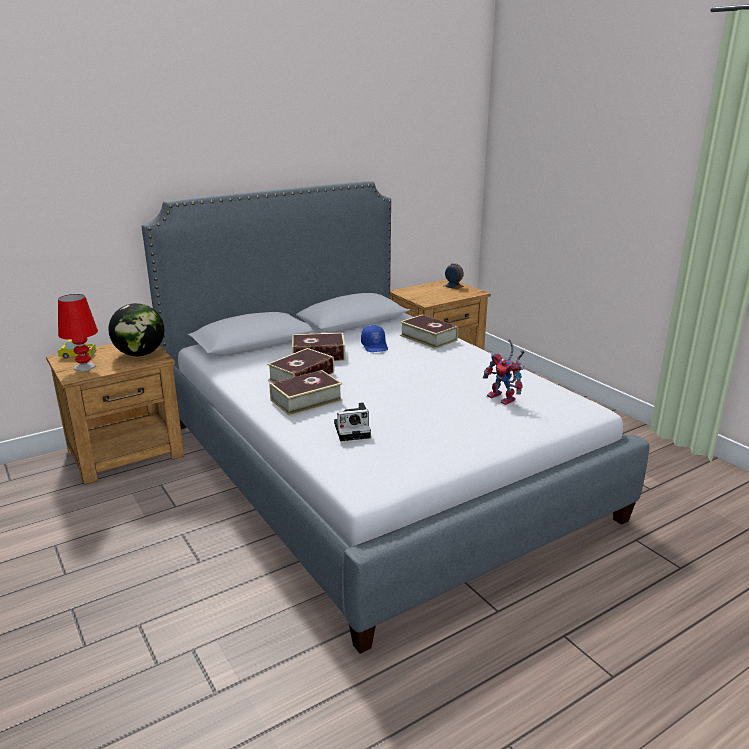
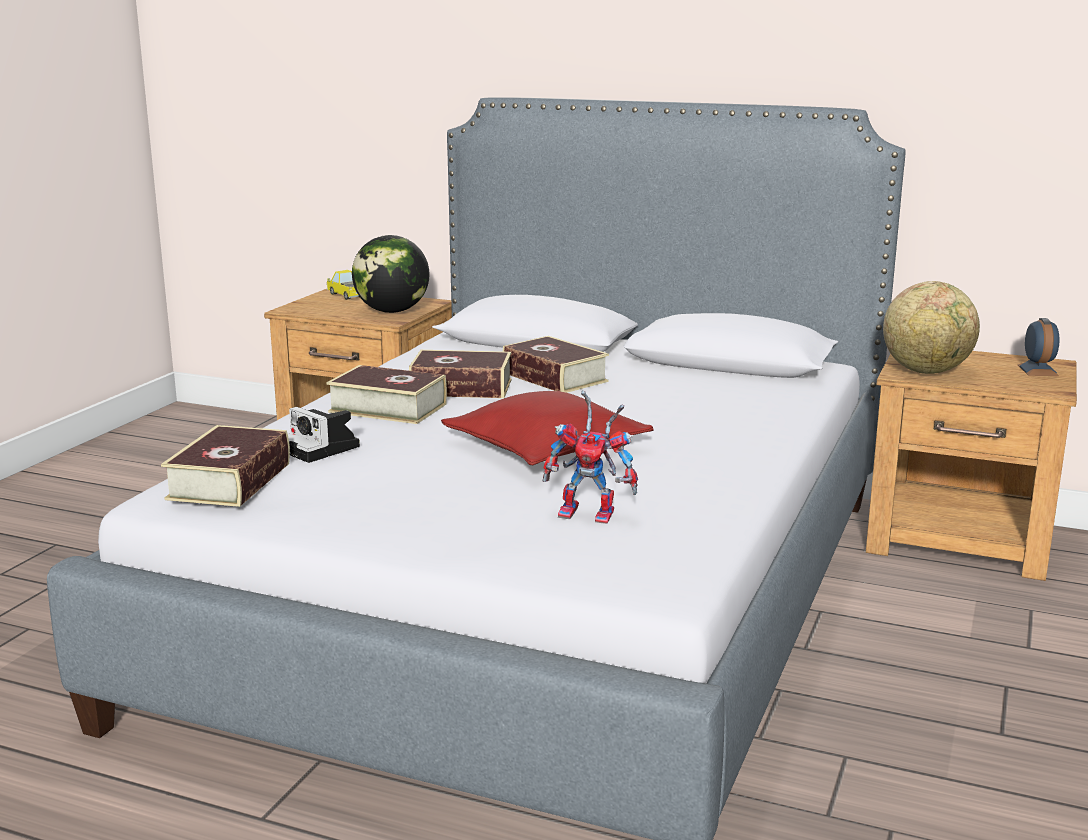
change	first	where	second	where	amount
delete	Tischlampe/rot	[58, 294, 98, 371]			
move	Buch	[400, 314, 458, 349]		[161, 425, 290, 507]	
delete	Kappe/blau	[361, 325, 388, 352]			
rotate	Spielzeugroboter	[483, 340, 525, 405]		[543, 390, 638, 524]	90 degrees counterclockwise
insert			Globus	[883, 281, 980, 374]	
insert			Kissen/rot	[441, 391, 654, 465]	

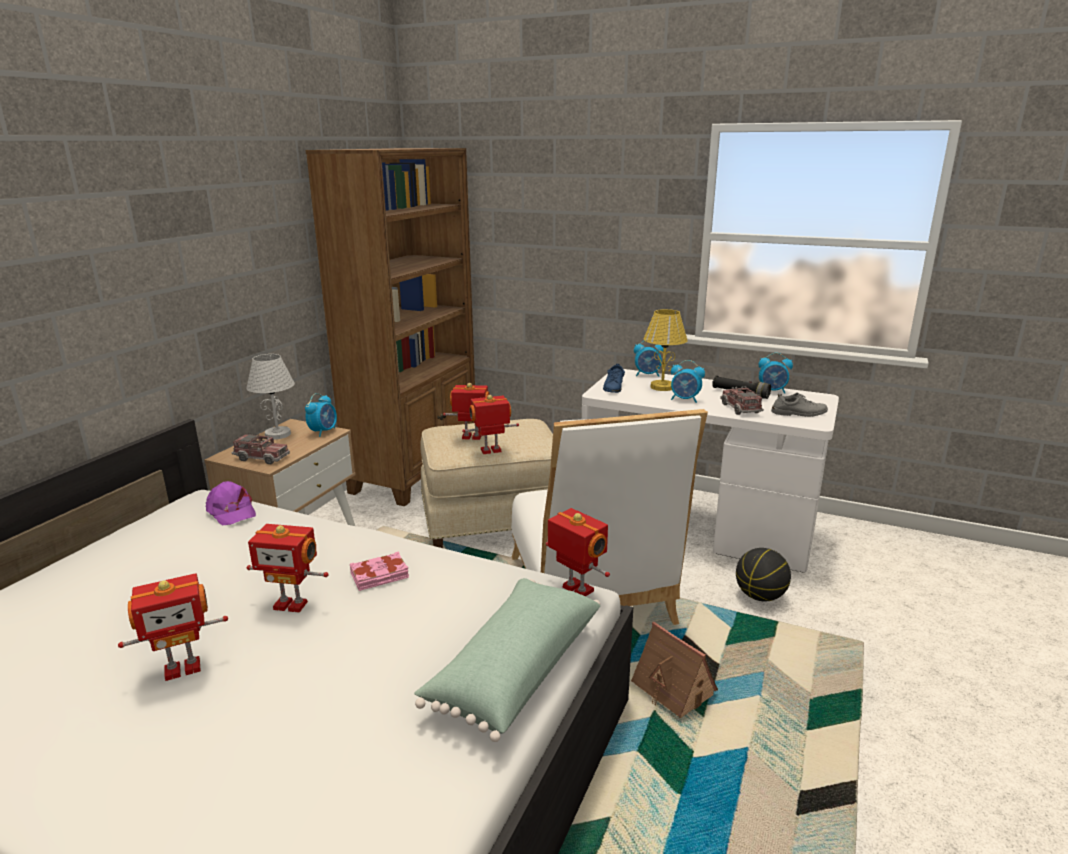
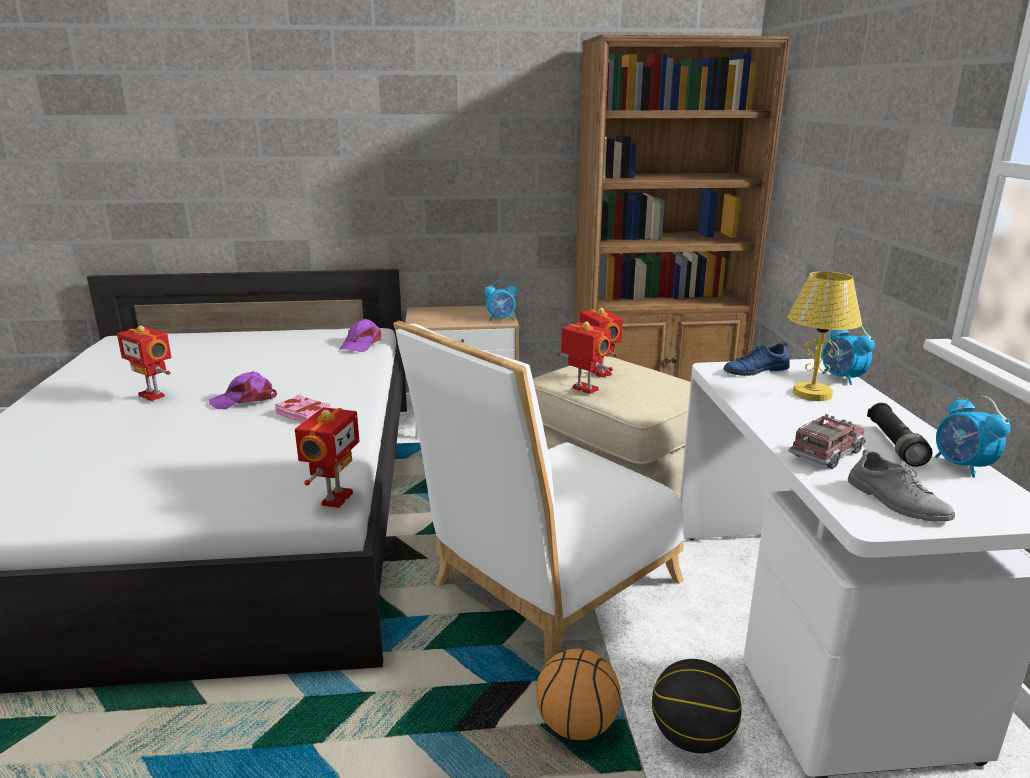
change	first	where	second	where	amount
delete	Tischlampe/weiß	[246, 354, 295, 440]			
delete	Wecker	[671, 360, 705, 403]			
delete	Spielzeuglaster	[232, 433, 290, 464]			
replace	Spielzeugroboter	[246, 524, 329, 613]	Kappe/lila	[209, 371, 277, 409]	
delete	Kissen/grün	[414, 578, 601, 742]			
delete	Spielzeughaus	[631, 622, 718, 718]			
insert			Basketball	[536, 649, 621, 740]	

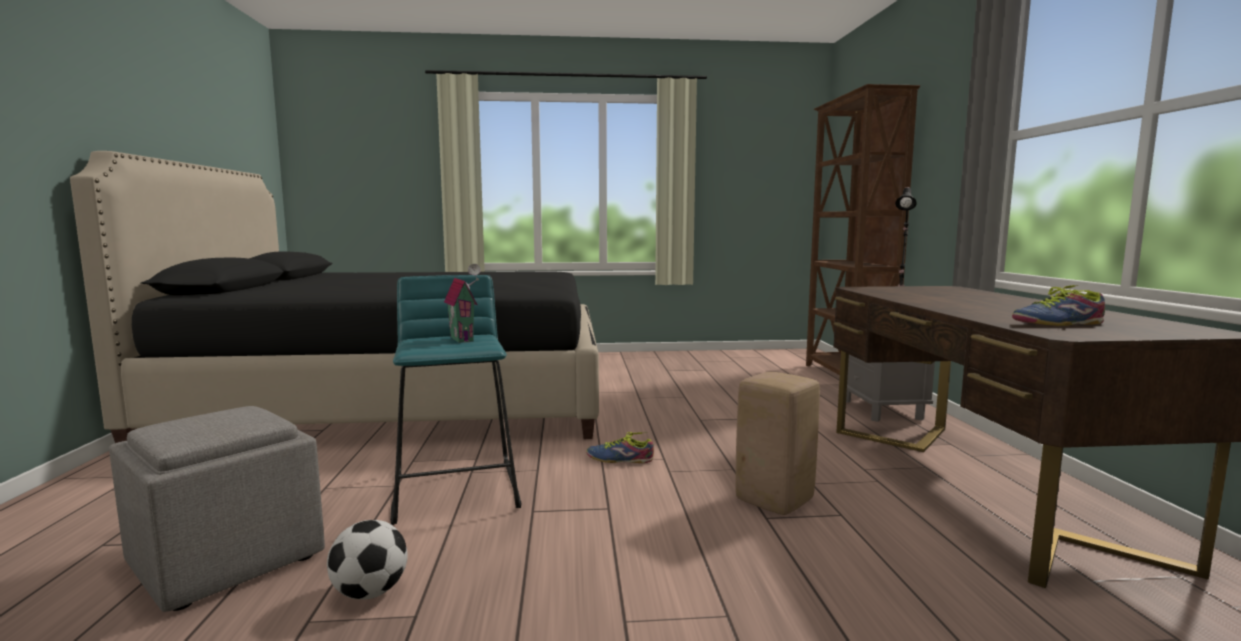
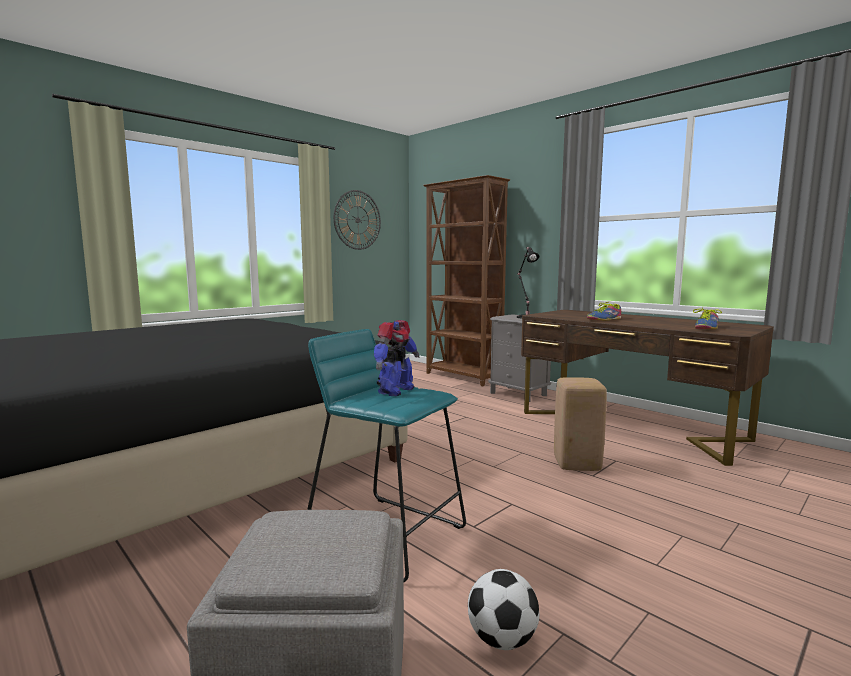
change	first	where	second	where	amount
replace	Spielzeughaus	[444, 264, 481, 343]	Spielzeugroboter	[374, 320, 420, 396]	
move	Schuh	[586, 432, 654, 463]		[587, 302, 622, 321]	
insert			Wanduhr	[334, 190, 381, 250]	

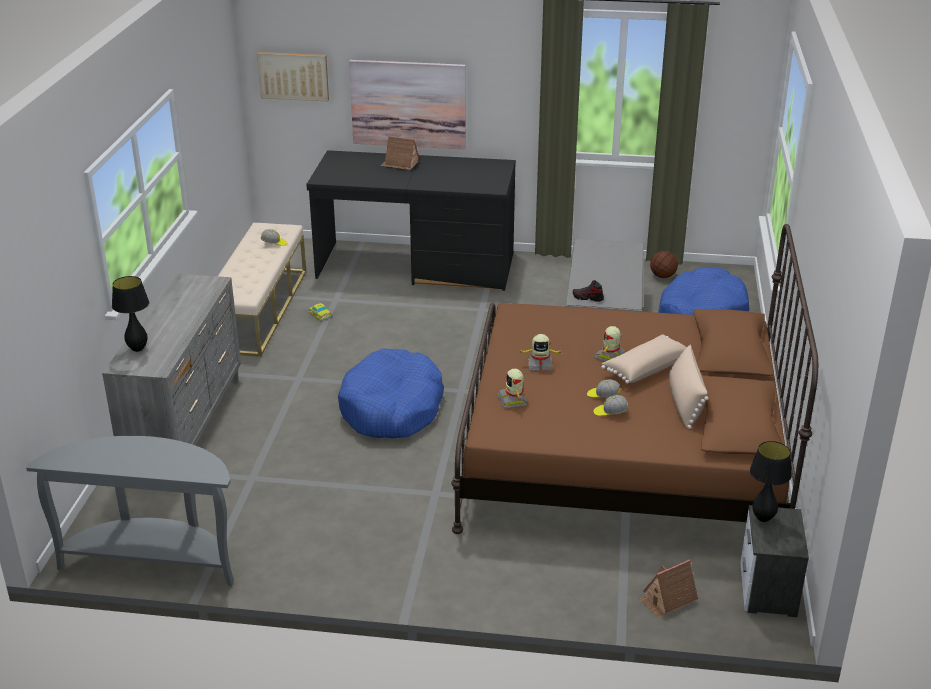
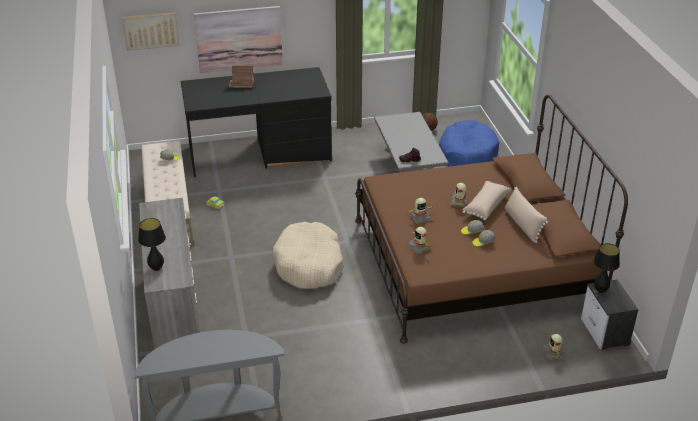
change	first	where	second	where	amount
recolor	Hundebett/blau	[338, 349, 444, 439]	Hundebett/beige	[272, 222, 344, 289]	
replace	Spielzeughaus	[638, 559, 698, 618]	Spielzeugroboter	[542, 333, 564, 360]	

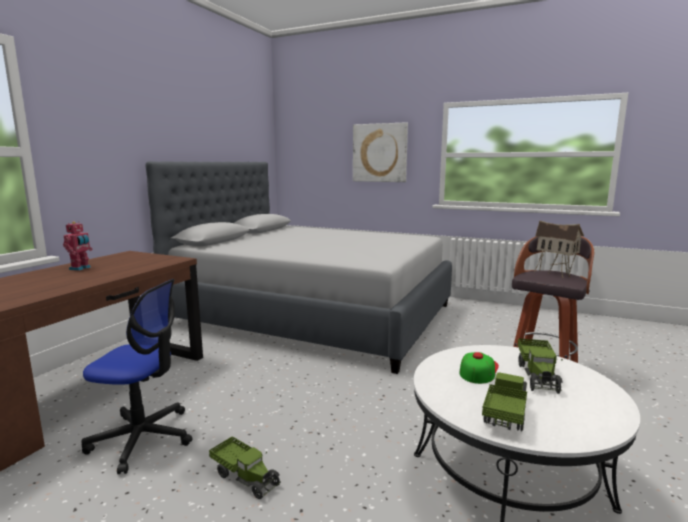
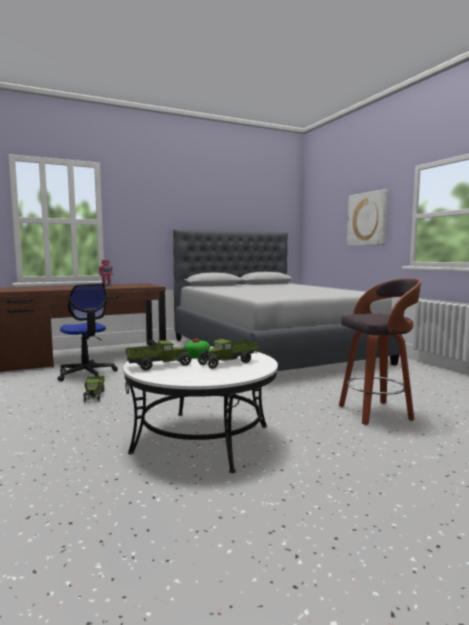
change	first	where	second	where	amount
delete	Spielzeughaus	[534, 220, 584, 278]			

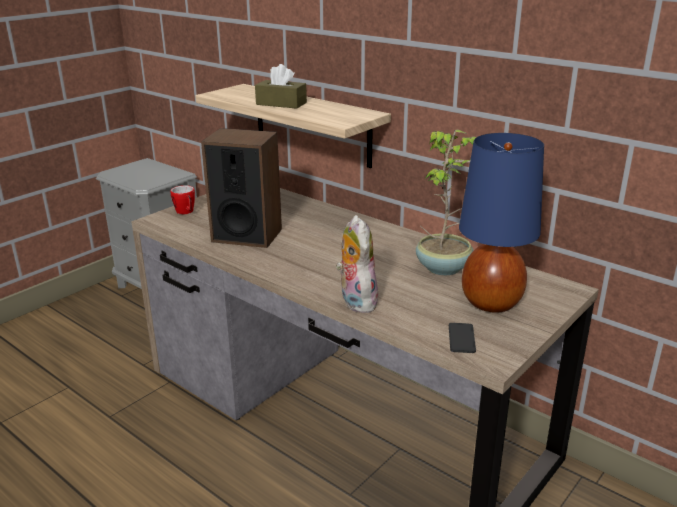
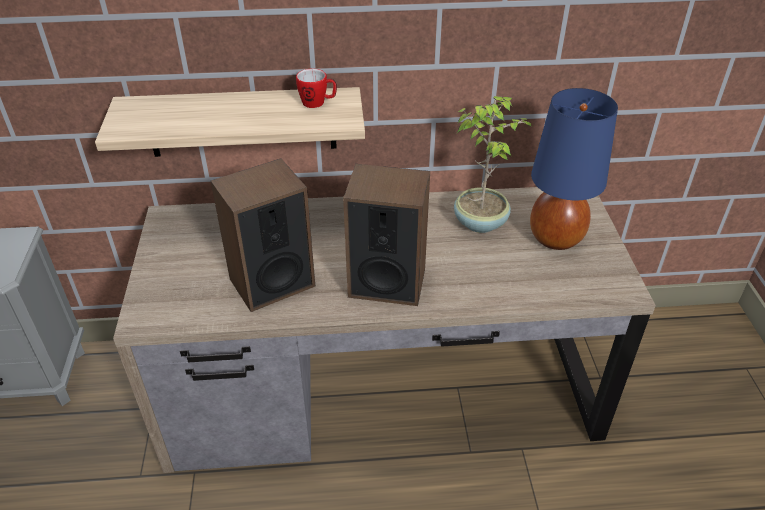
change	first	where	second	where	amount
delete	Taschentuchbox/braun	[255, 64, 307, 109]			
move	Henkelbecher	[170, 185, 195, 214]		[296, 69, 337, 108]	
delete	Plüschtier	[336, 215, 378, 313]			
delete	Handy	[449, 323, 476, 353]			
insert			Lautsprecher	[343, 164, 430, 306]	

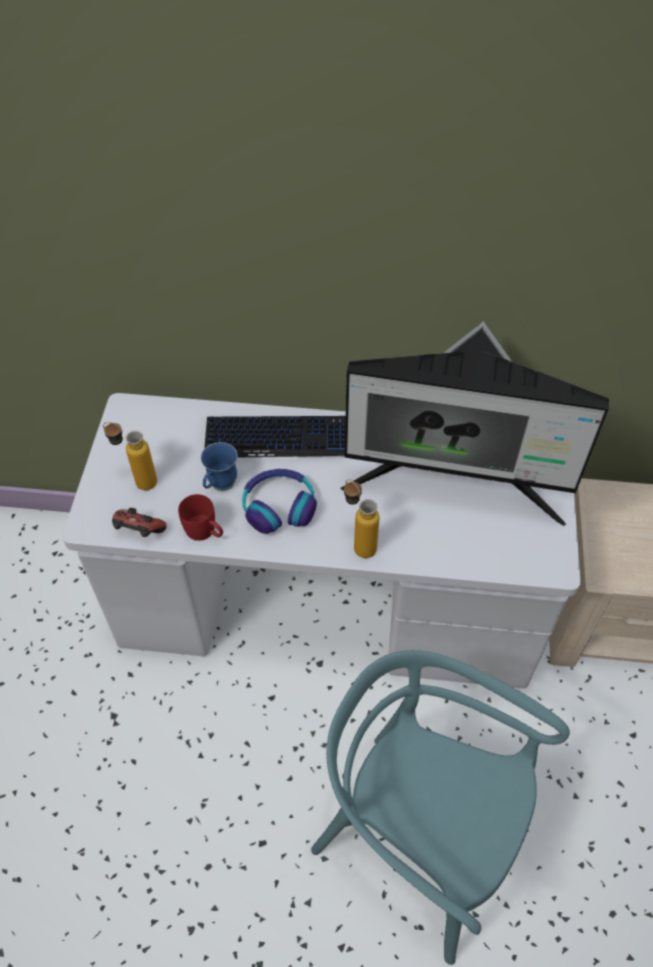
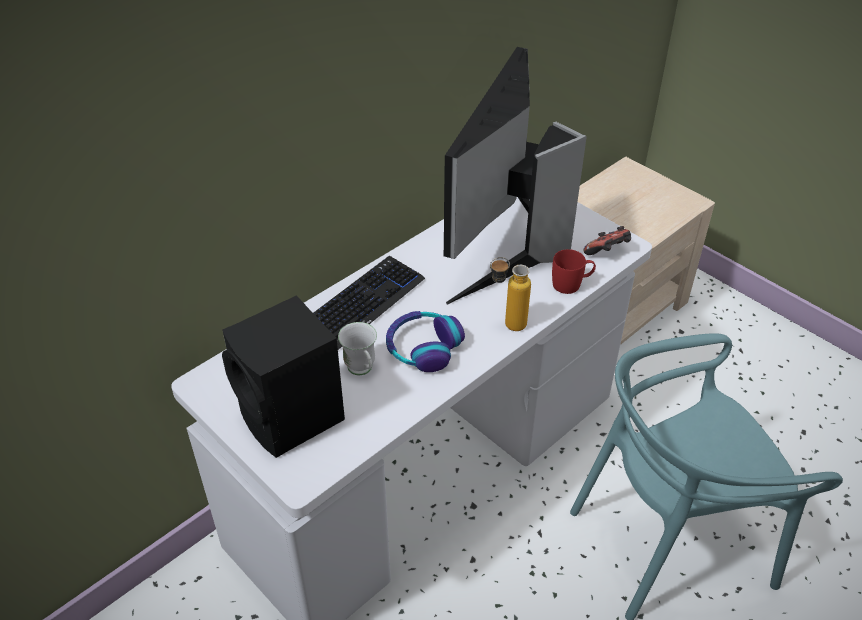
change	first	where	second	where	amount
rotate	Monitor	[340, 321, 609, 526]		[444, 47, 587, 305]	150 degrees clockwise
replace	Flasche	[103, 422, 157, 490]	Lautsprecher/schwarz	[222, 295, 345, 458]	
recolor	Henkelbecher/blau	[201, 442, 238, 491]	Henkelbecher/weiß	[338, 322, 377, 375]	
move	Henkelbecher/rot	[178, 494, 223, 541]		[552, 249, 596, 294]	
move	Gamepad	[112, 508, 167, 537]		[584, 226, 631, 255]	

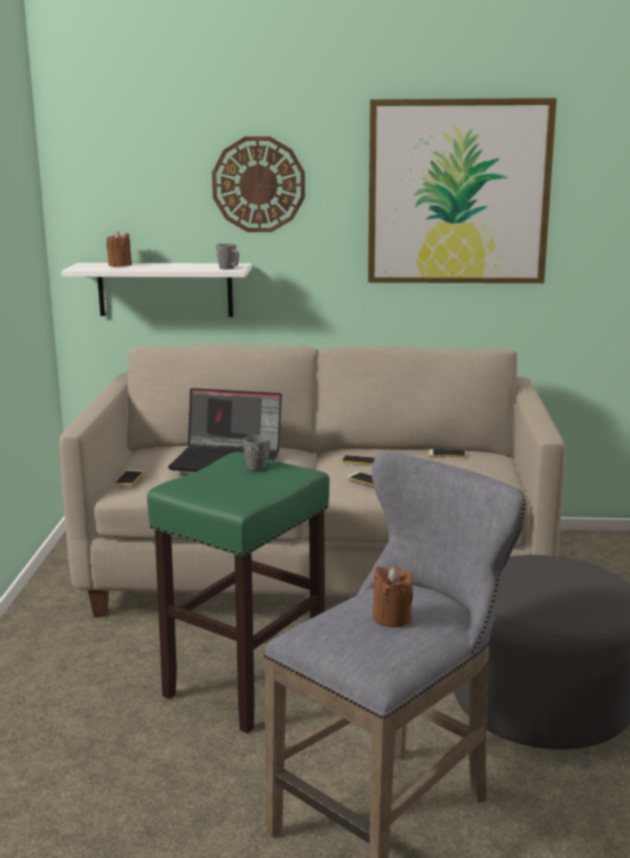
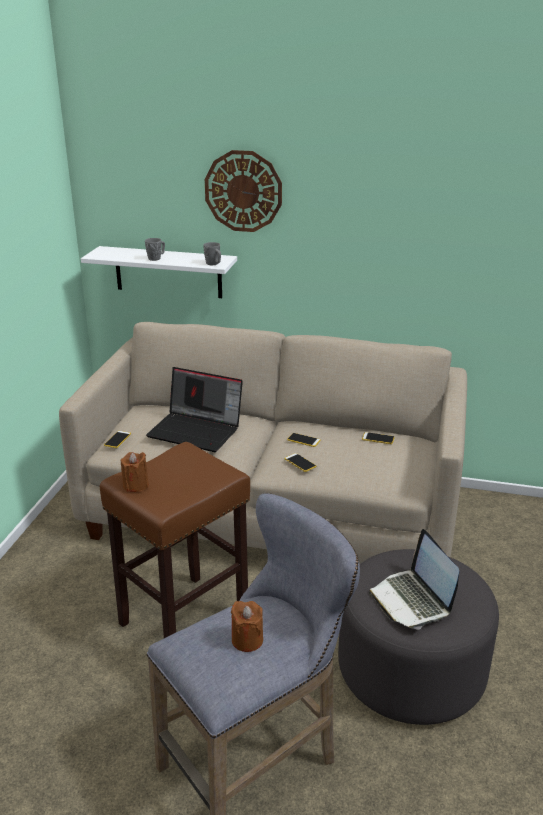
change	first	where	second	where	amount
delete	Bild	[368, 98, 557, 283]			
move	Kerze/braun	[106, 231, 132, 267]		[121, 452, 149, 492]	
move	Henkelbecher/grau	[243, 435, 270, 470]		[145, 238, 165, 261]	
recolor	Hocker/grün	[147, 452, 330, 733]	Hocker/braun	[100, 442, 250, 638]	
insert			Laptop	[369, 529, 459, 630]	

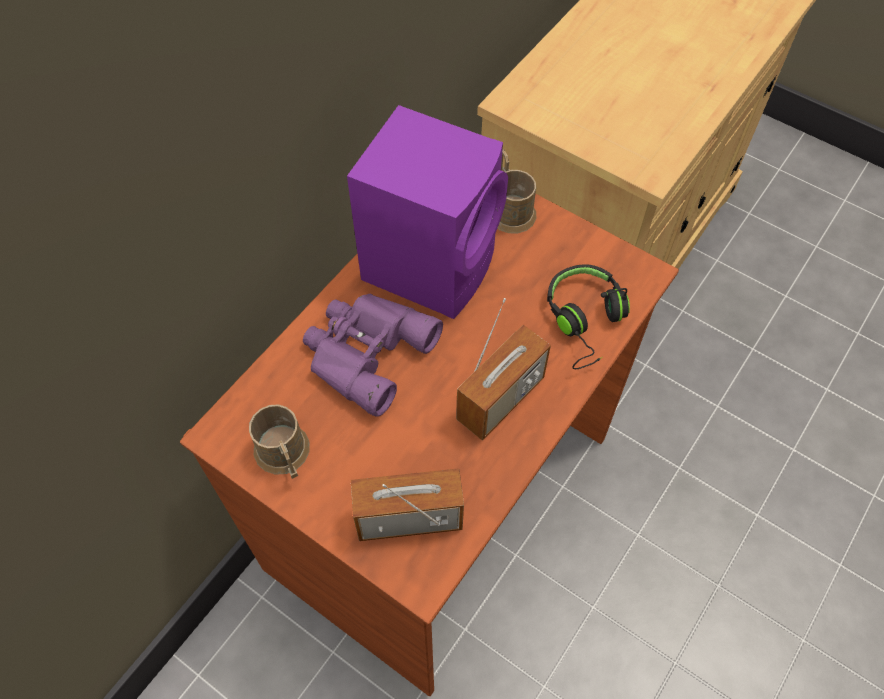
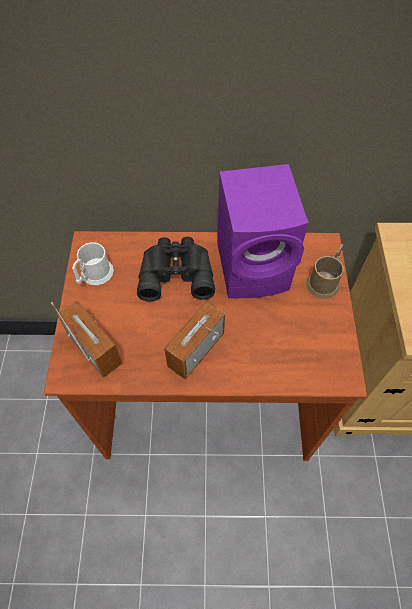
change	first	where	second	where	amount
delete	Kopfhörer/schwarz	[547, 264, 630, 369]			
recolor	Fernglas/lila	[303, 294, 443, 417]	Fernglas/schwarz	[137, 237, 215, 301]	
rotate	Radio	[456, 298, 551, 440]		[164, 301, 225, 379]	120 degrees clockwise
recolor	Henkelbecher/braun	[249, 404, 310, 479]	Henkelbecher/weiß	[72, 242, 114, 285]	

